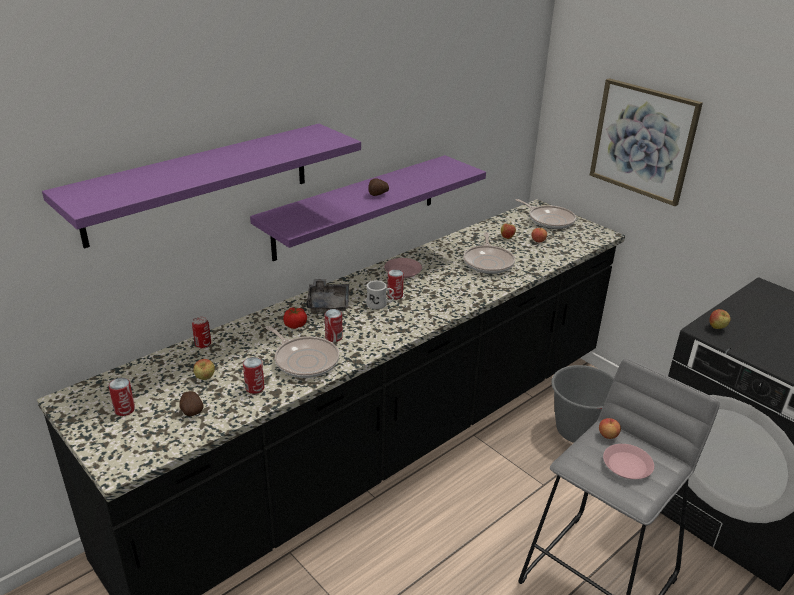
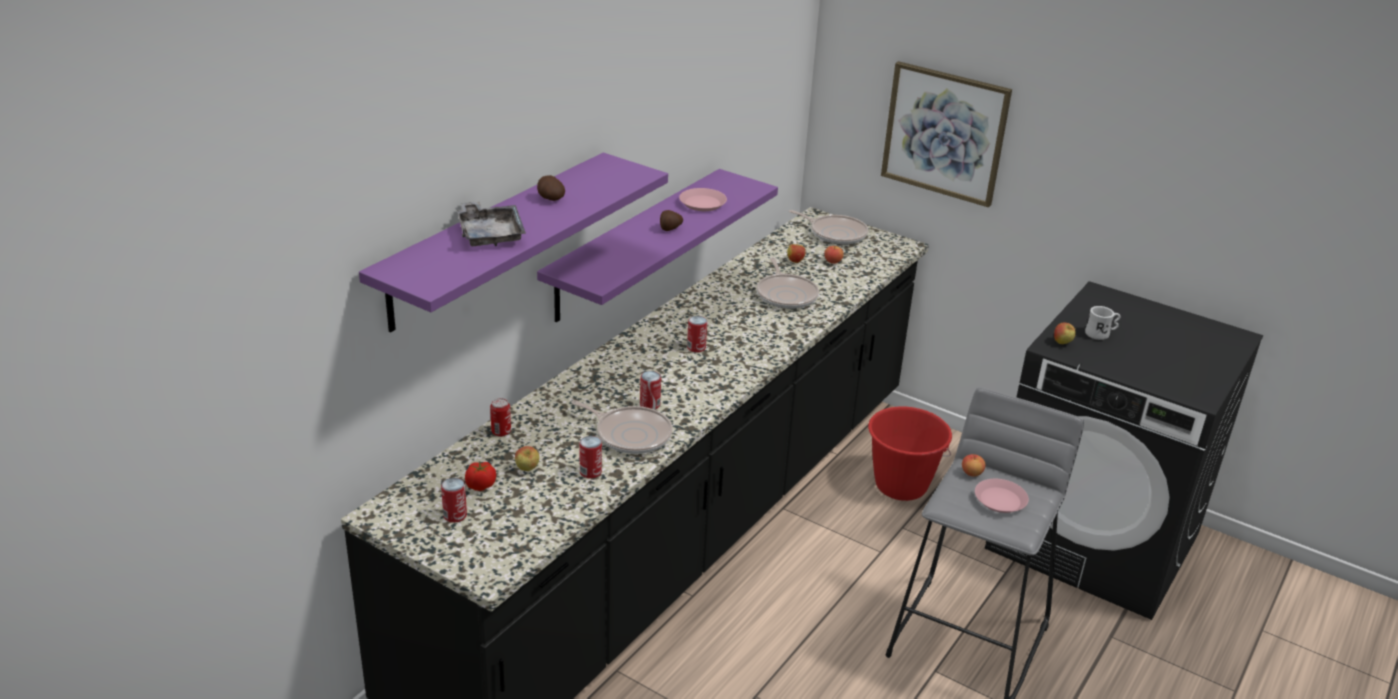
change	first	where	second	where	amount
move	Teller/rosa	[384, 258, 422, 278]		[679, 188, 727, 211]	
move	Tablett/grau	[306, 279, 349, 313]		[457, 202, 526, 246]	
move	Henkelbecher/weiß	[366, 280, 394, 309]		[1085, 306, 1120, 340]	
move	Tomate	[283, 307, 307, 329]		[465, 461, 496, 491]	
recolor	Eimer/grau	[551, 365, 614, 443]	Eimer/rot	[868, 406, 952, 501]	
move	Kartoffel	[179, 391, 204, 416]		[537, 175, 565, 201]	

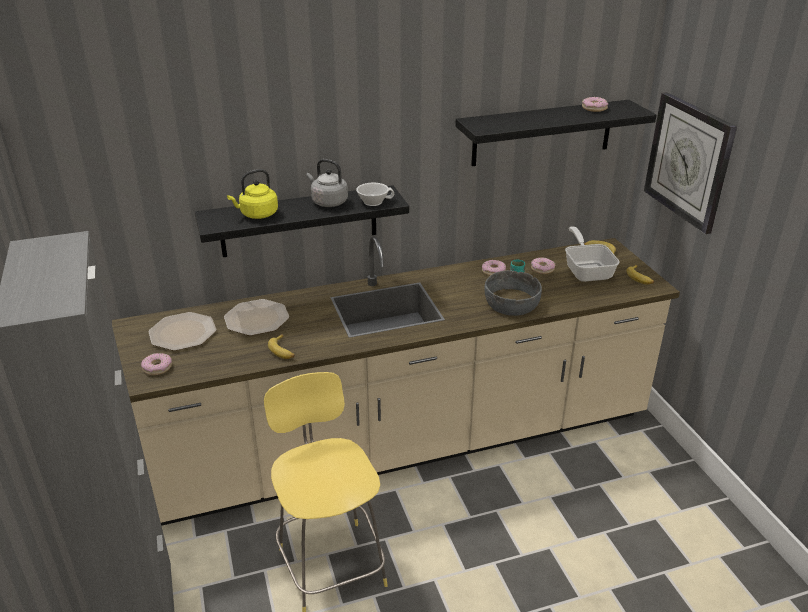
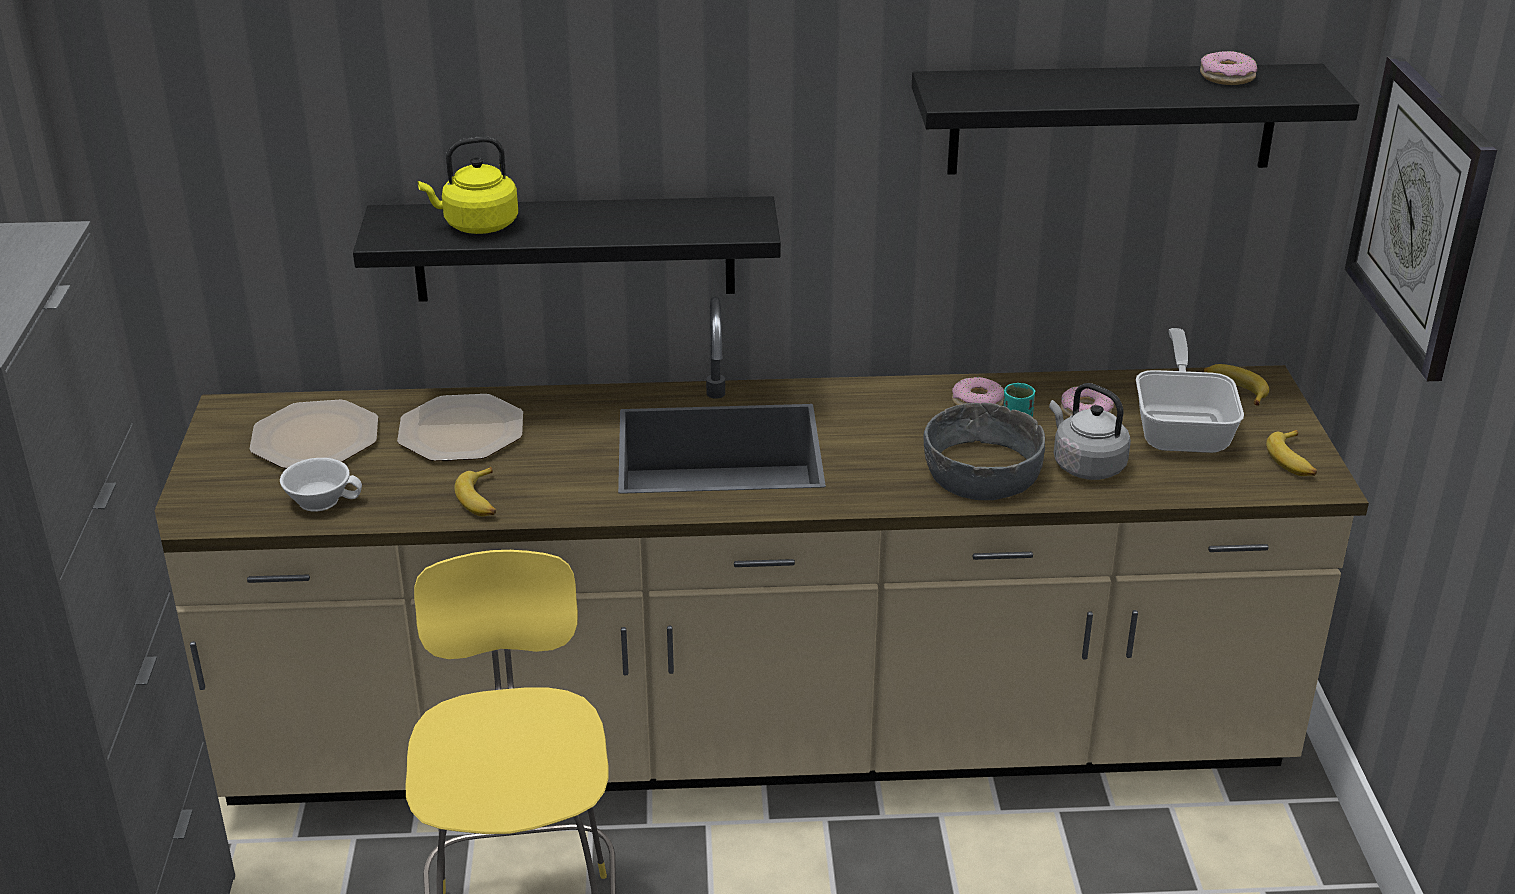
change	first	where	second	where	amount
move	Wasserkessel/grau	[307, 159, 348, 207]		[1049, 383, 1131, 480]	
move	Tasse/weiß	[356, 183, 394, 206]		[280, 458, 362, 512]	
delete	Donut	[141, 353, 172, 375]			

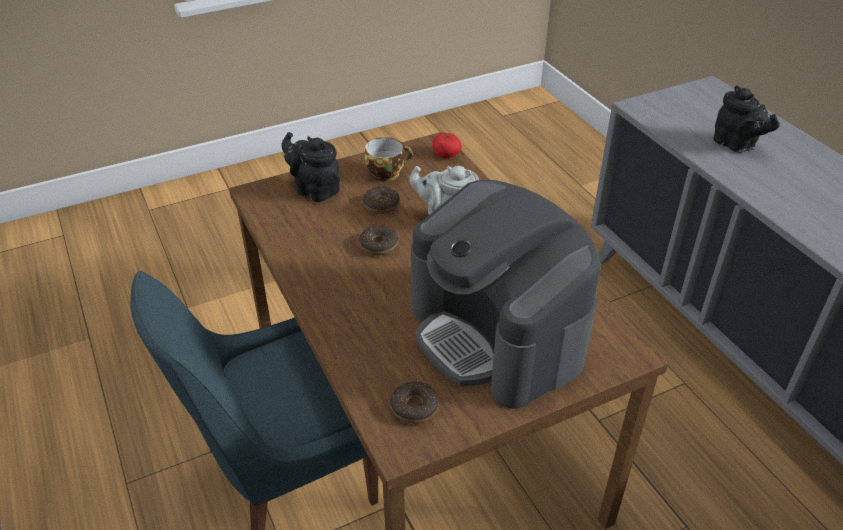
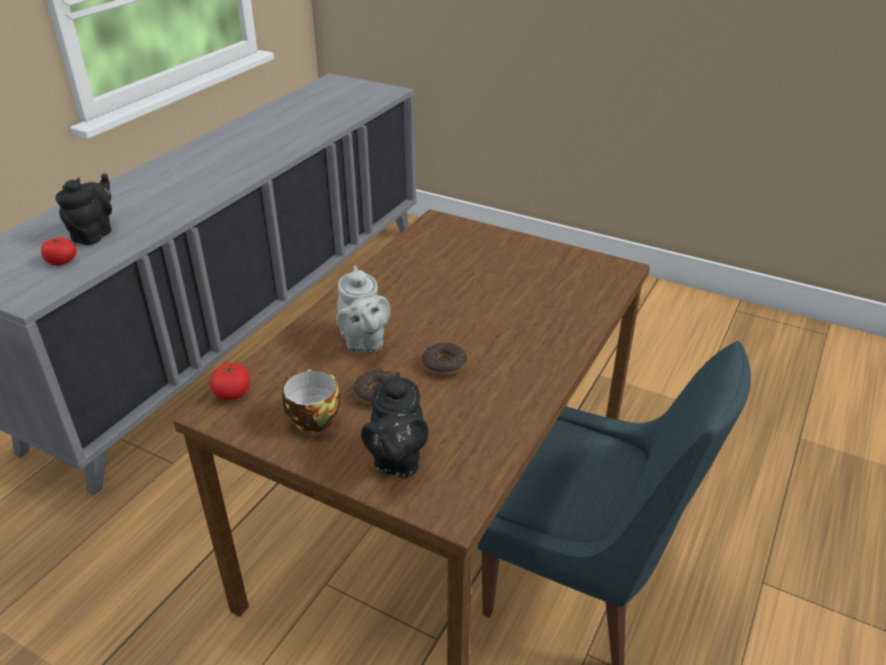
change	first	where	second	where	amount
delete	Kaffeemaschine	[411, 180, 601, 409]			
delete	Donut	[390, 382, 439, 424]			
insert			Tomate	[41, 237, 77, 266]	

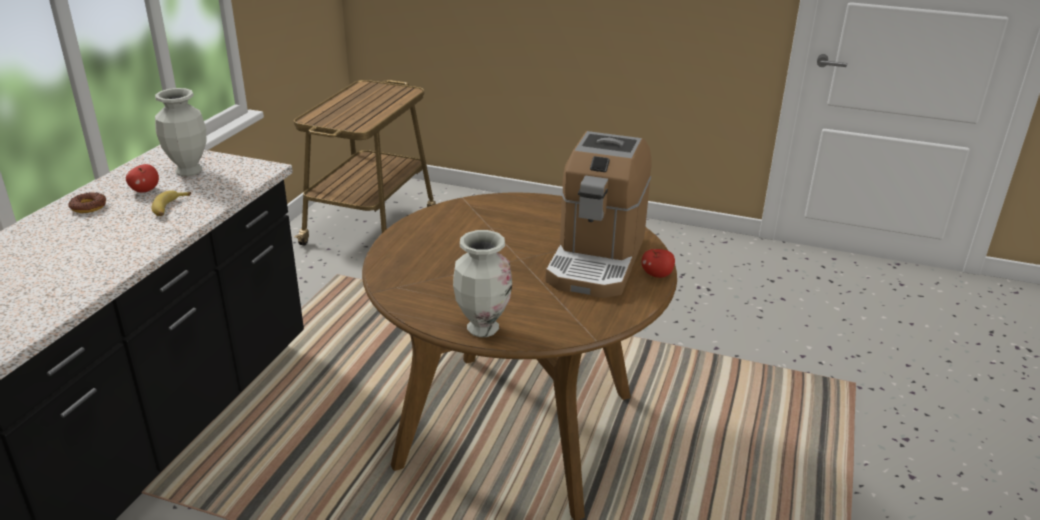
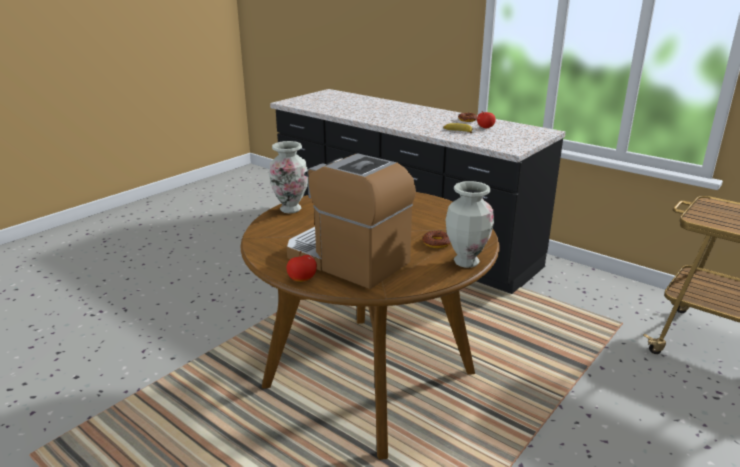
change	first	where	second	where	amount
move	Vase	[155, 88, 207, 176]		[446, 181, 494, 268]	
insert			Donut	[422, 231, 451, 248]	

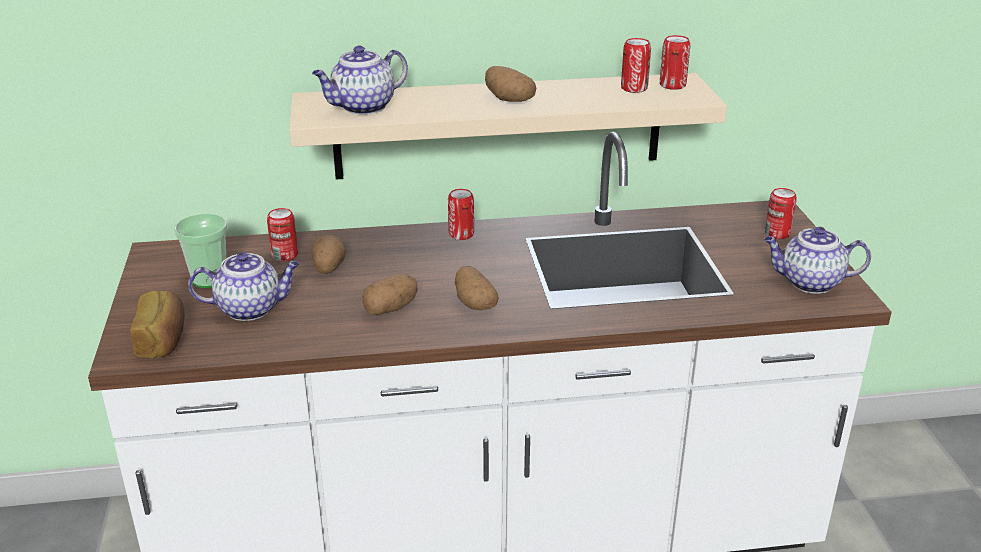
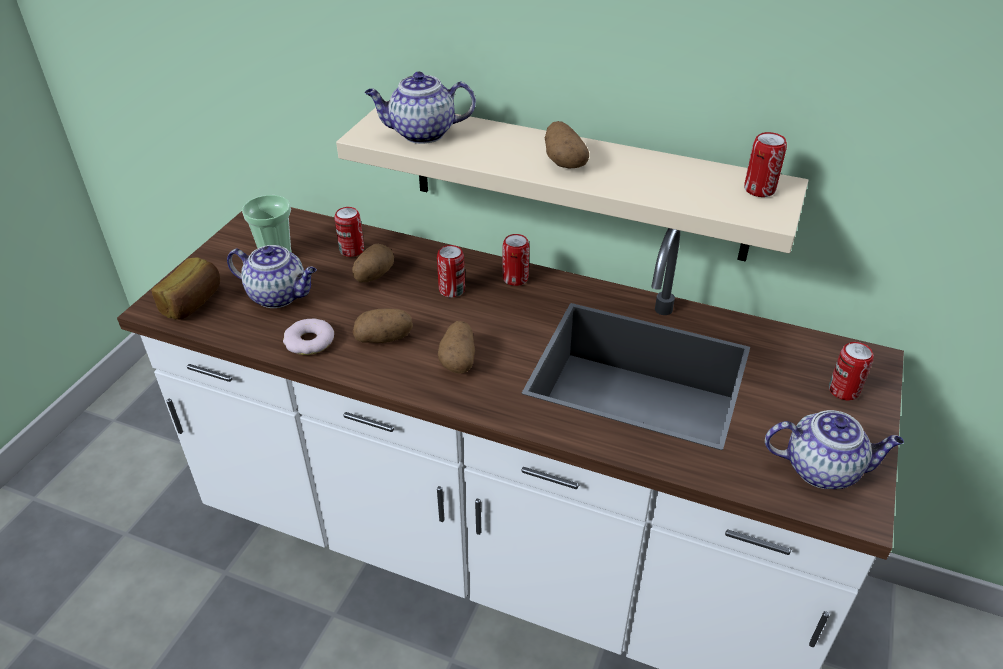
change	first	where	second	where	amount
move	Dose	[621, 38, 651, 93]		[437, 245, 465, 297]	
rotate	Teekanne	[764, 227, 871, 294]		[765, 410, 904, 489]	150 degrees clockwise
insert			Donut	[283, 319, 334, 355]	

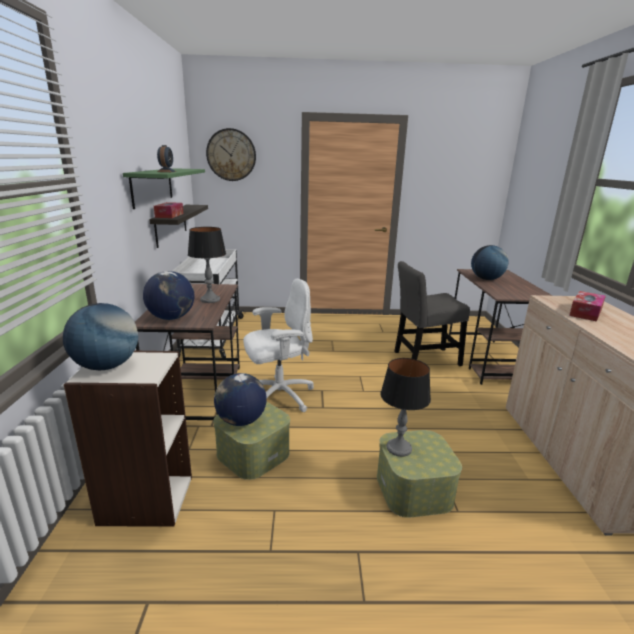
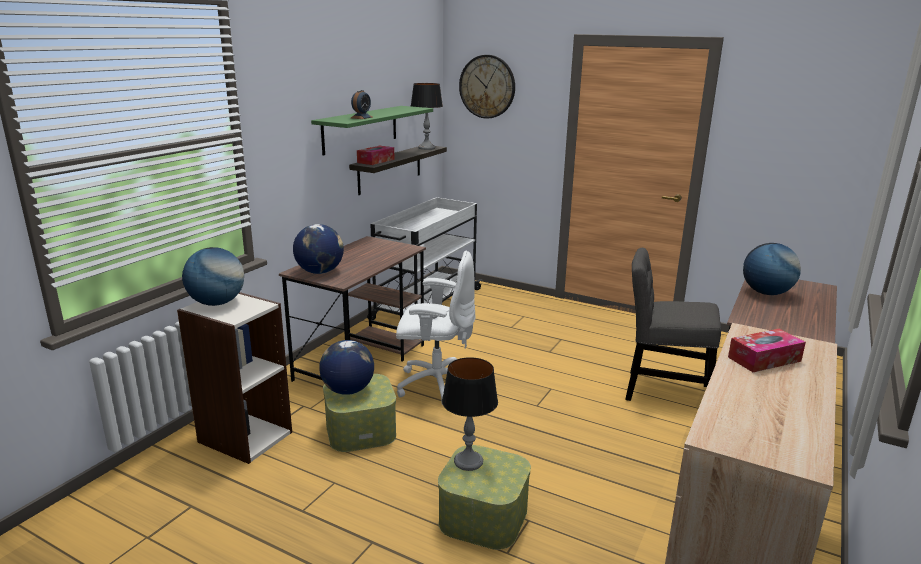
change	first	where	second	where	amount
move	Tischlampe	[188, 227, 226, 303]		[411, 83, 443, 150]	

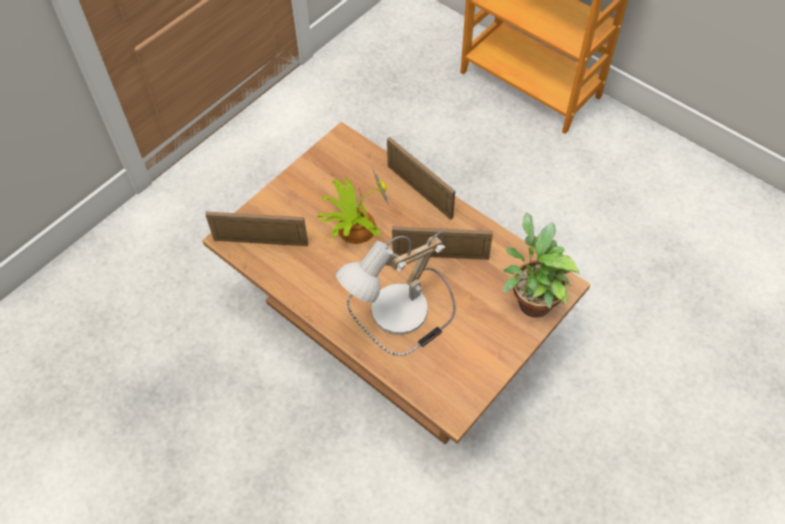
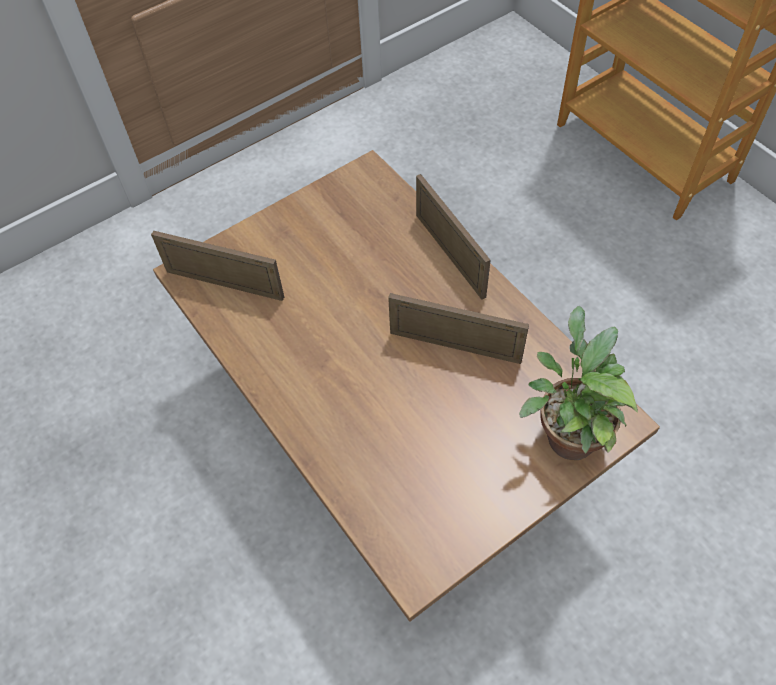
change	first	where	second	where	amount
delete	Topfpflanze	[317, 168, 389, 244]			
delete	Tischlampe	[336, 231, 455, 356]			

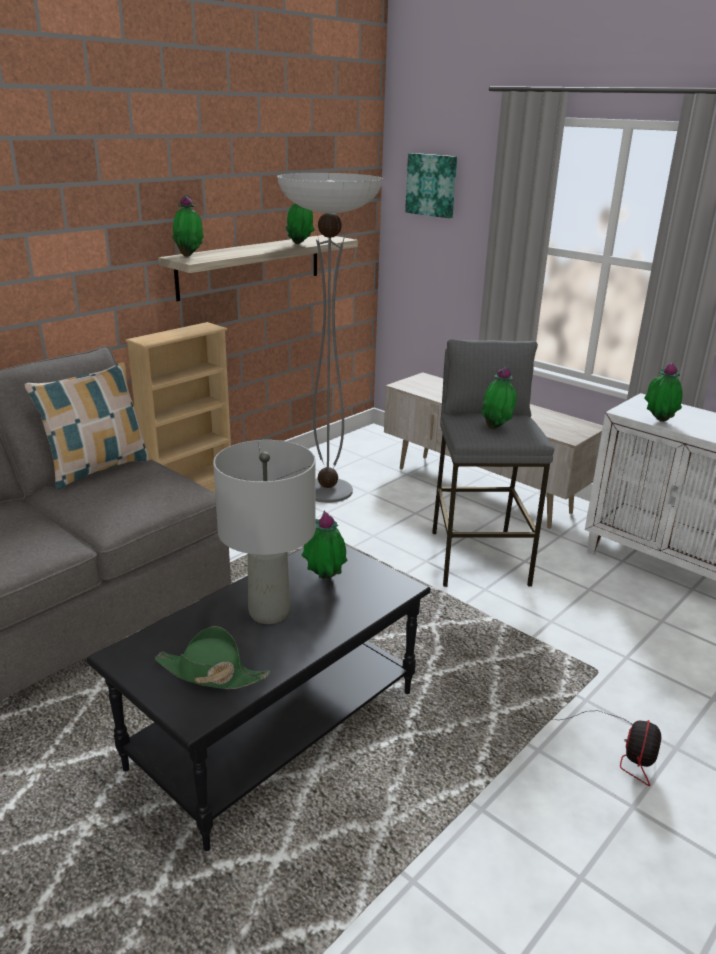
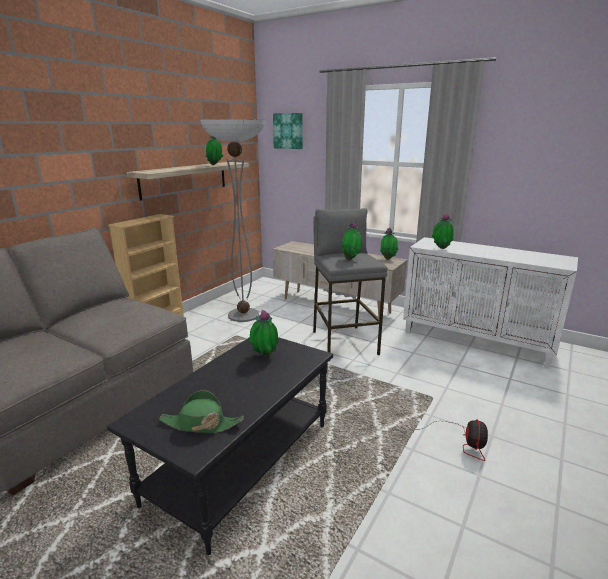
change	first	where	second	where	amount
move	Topfpflanze	[172, 195, 204, 257]		[380, 228, 398, 260]	
delete	Kissen	[24, 362, 151, 490]			
delete	Tischlampe/grau	[213, 440, 315, 624]			

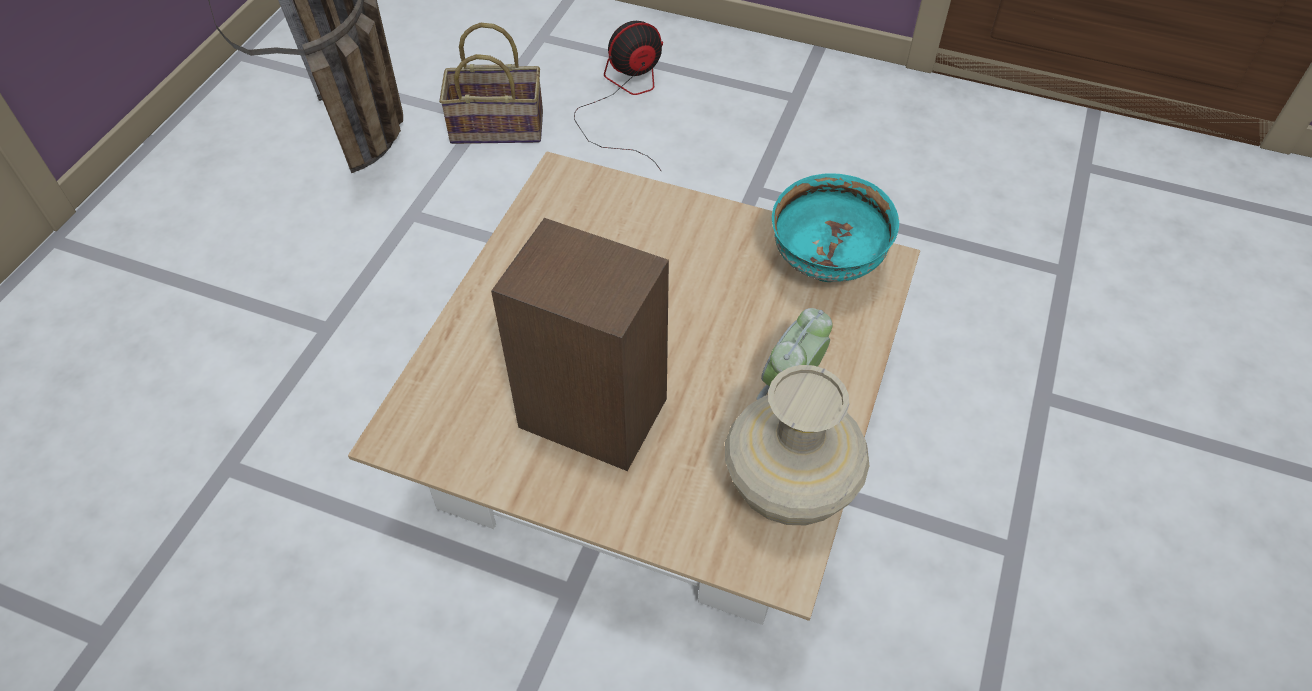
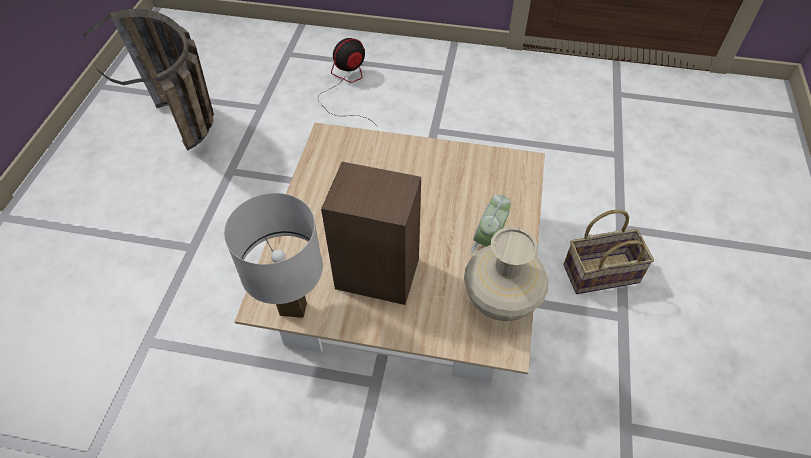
change	first	where	second	where	amount
move	Korb	[439, 23, 543, 144]		[563, 209, 654, 294]	
delete	Schüssel/türkis	[772, 173, 899, 282]			
insert			Tischlampe/weiß	[224, 193, 323, 318]	

